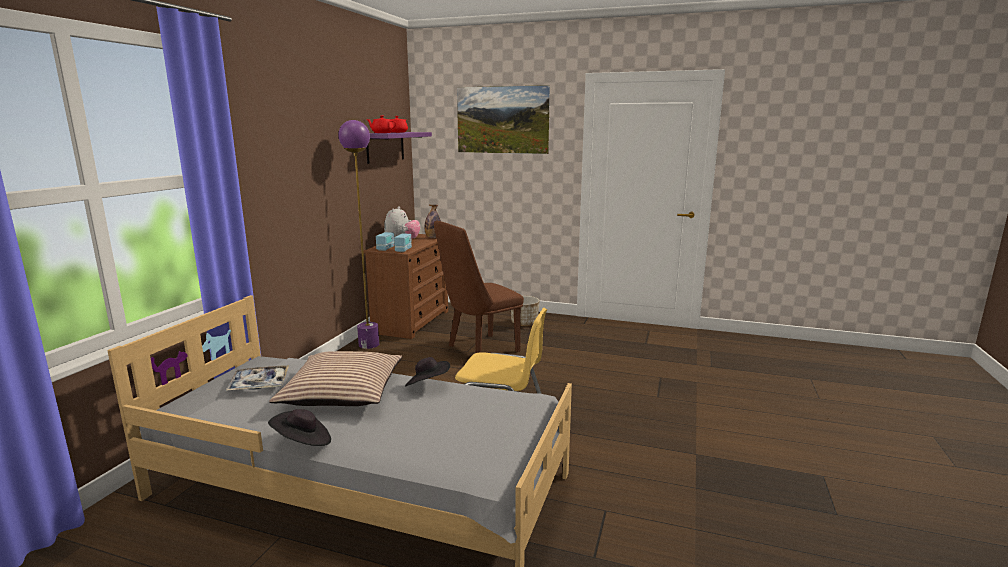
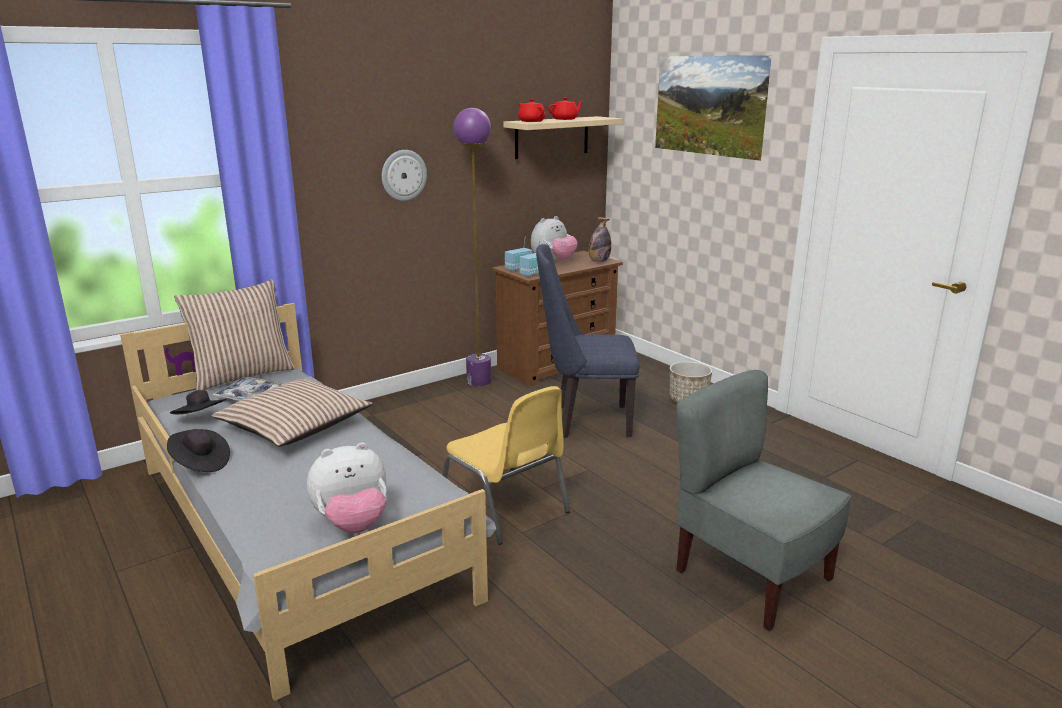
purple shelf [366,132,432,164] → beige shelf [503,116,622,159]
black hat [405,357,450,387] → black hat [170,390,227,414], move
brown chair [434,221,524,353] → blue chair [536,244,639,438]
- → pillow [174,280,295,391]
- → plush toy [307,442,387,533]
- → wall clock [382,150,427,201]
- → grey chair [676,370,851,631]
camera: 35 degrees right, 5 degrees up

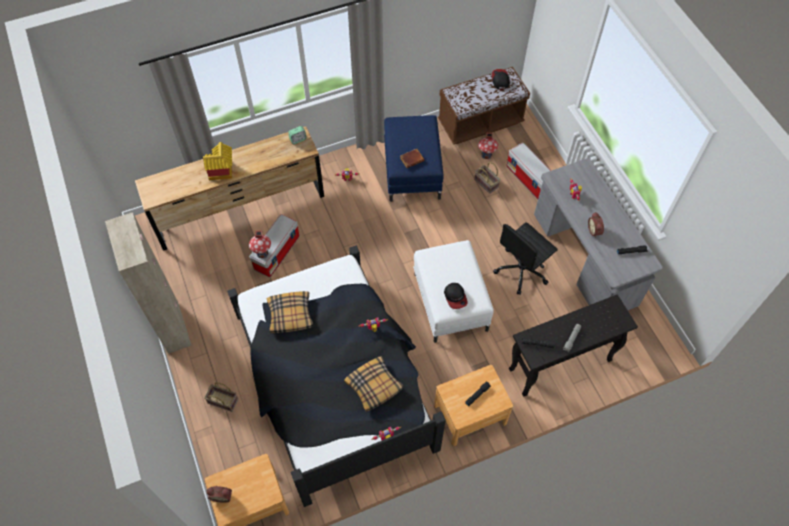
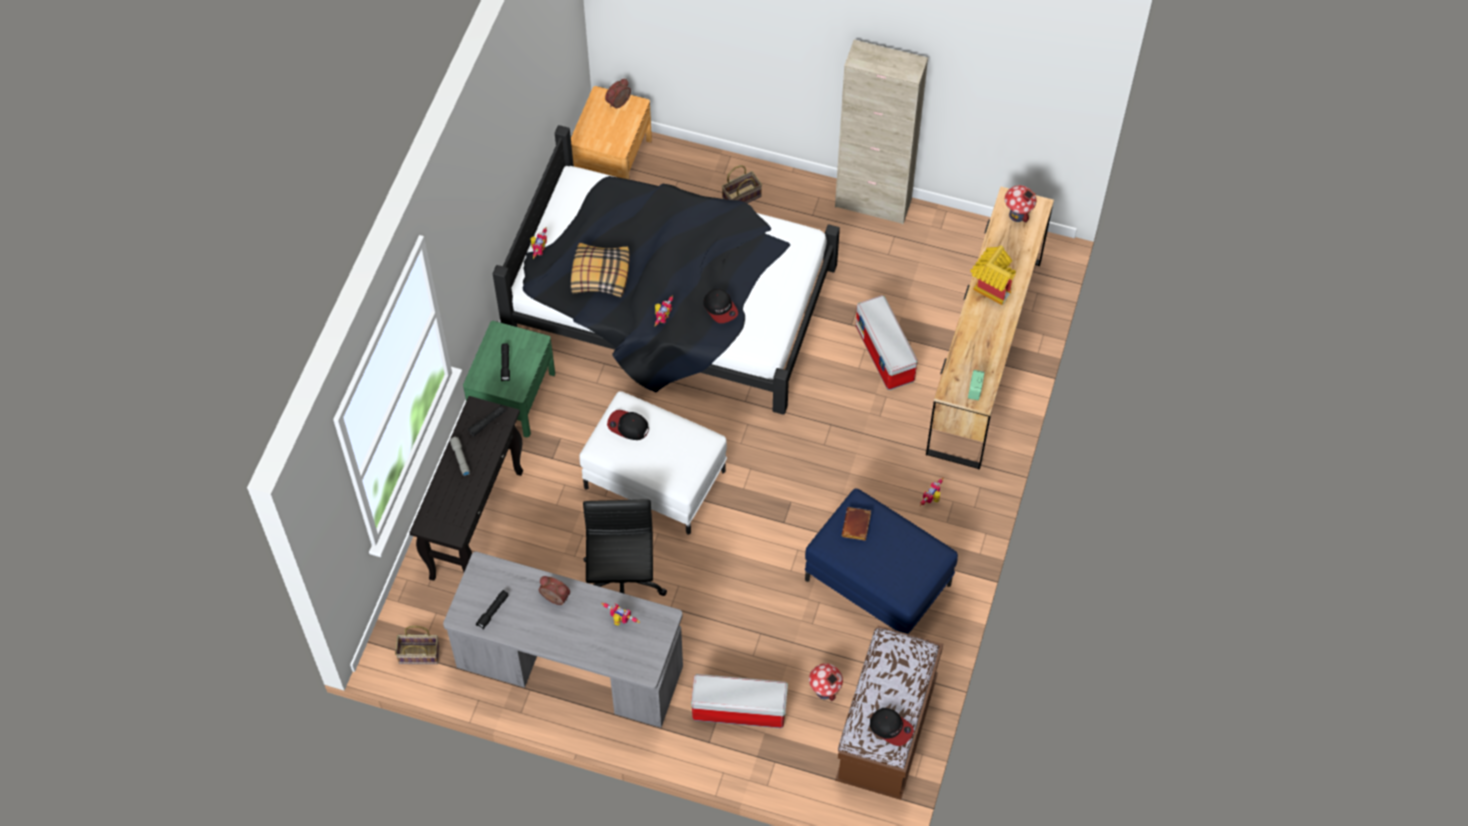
toy house [249,231,271,258] → toy house [1005,185,1036,223], move
pillow [266,291,314,333] → -
brown nightstand [434,365,513,446] → green nightstand [463,321,555,437]
basket [474,162,501,194] → basket [395,626,440,664], move
- → cap [703,289,738,323]
camera: 130 degrees right, 0 degrees up

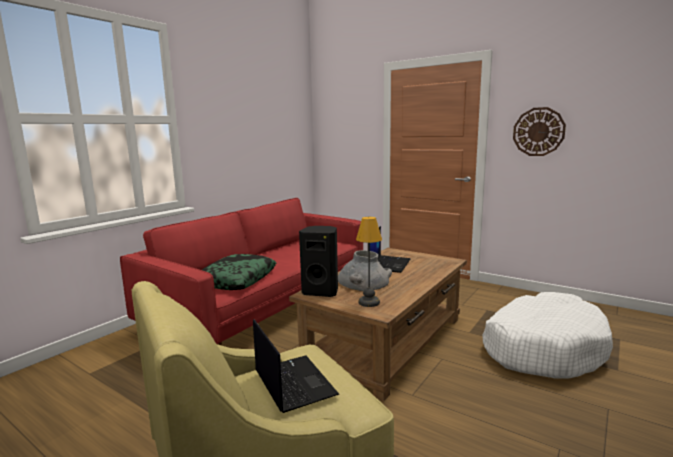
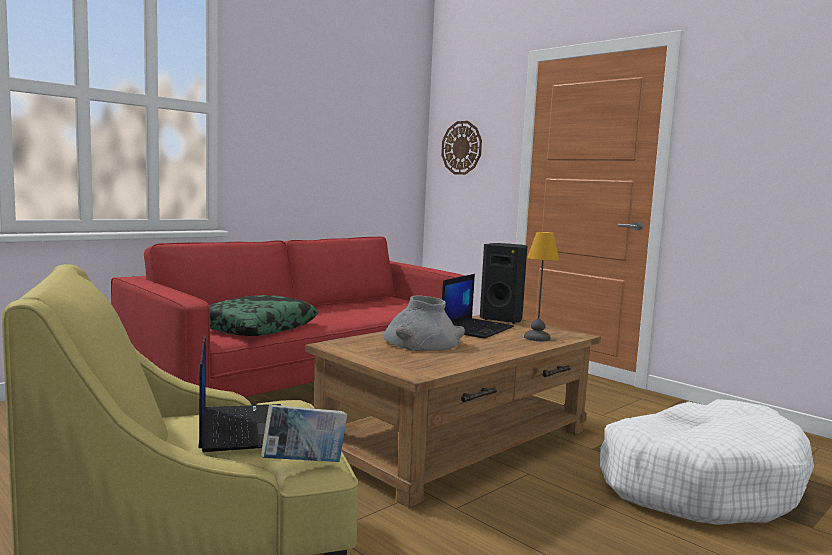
black speaker [299,226,338,297] → black speaker [480,243,527,324], move
table lamp [356,217,382,307] → table lamp [524,232,559,341], move
wall clock [513,107,566,156] → wall clock [441,121,482,175], move
- → book [261,405,347,462]
camera: 10 degrees right, 5 degrees down

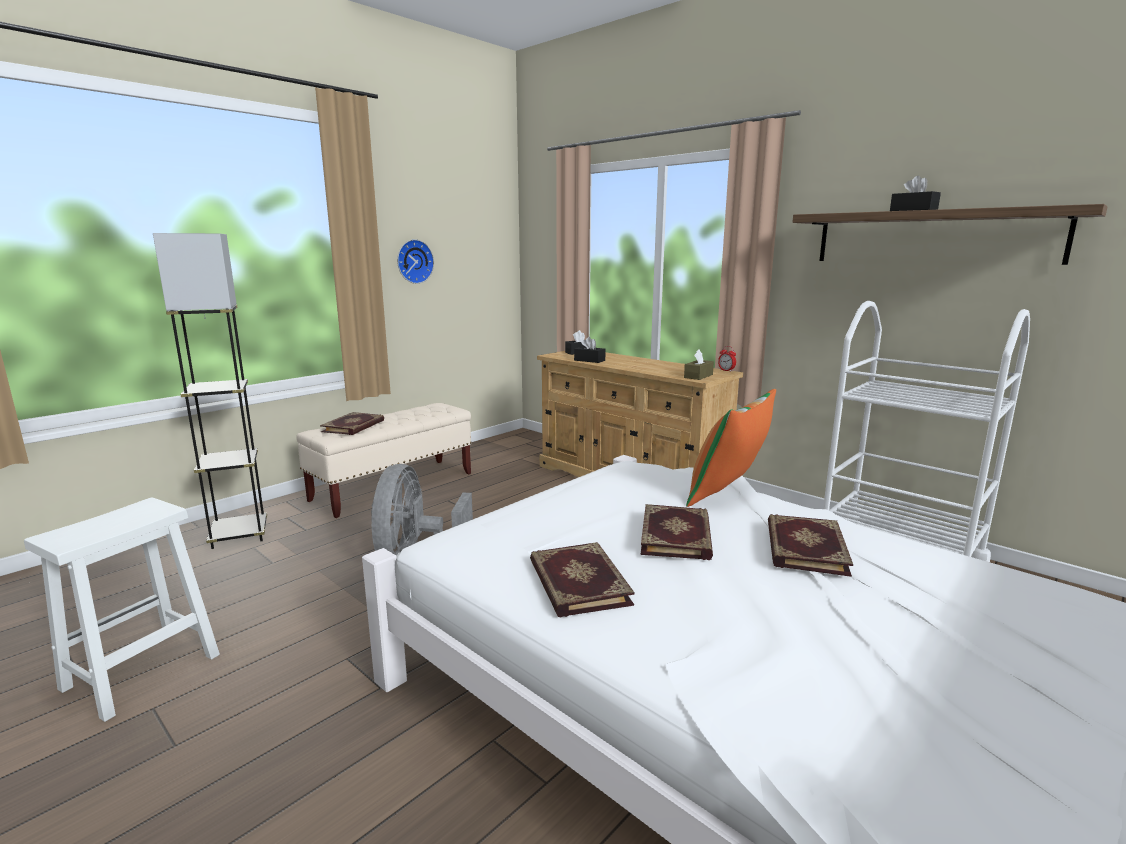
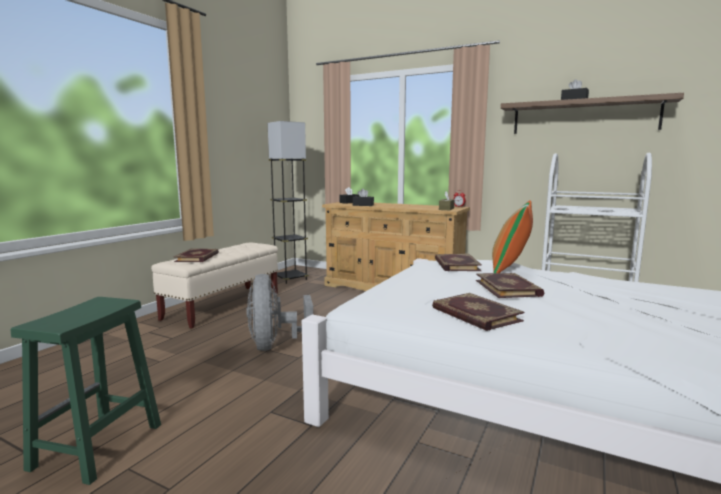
white stool [24,498,220,722] → green stool [10,297,161,485]
grey floor lamp [153,233,267,549] → grey floor lamp [268,121,309,284], move
wall clock [397,239,434,284] → -
book [768,514,853,577] → book [435,254,482,271], move
camera: 15 degrees left, 5 degrees down

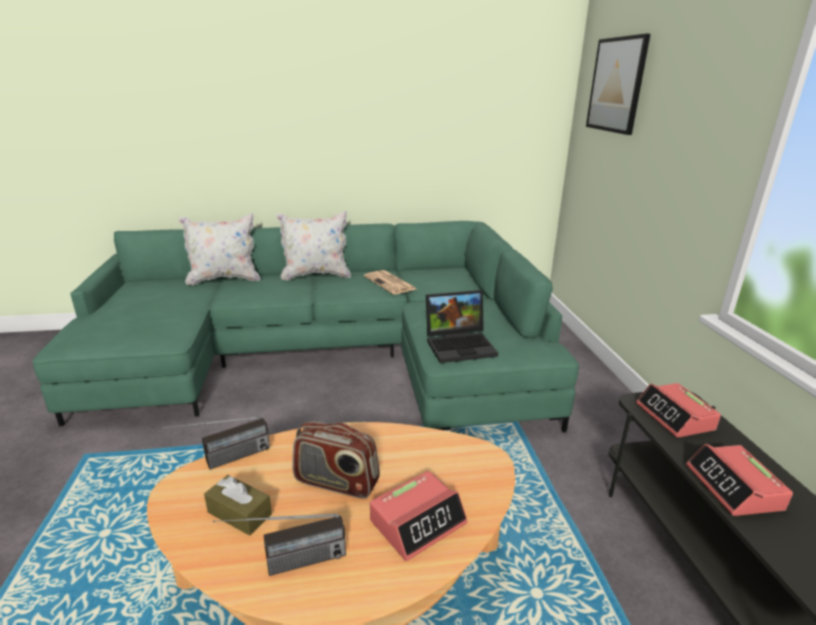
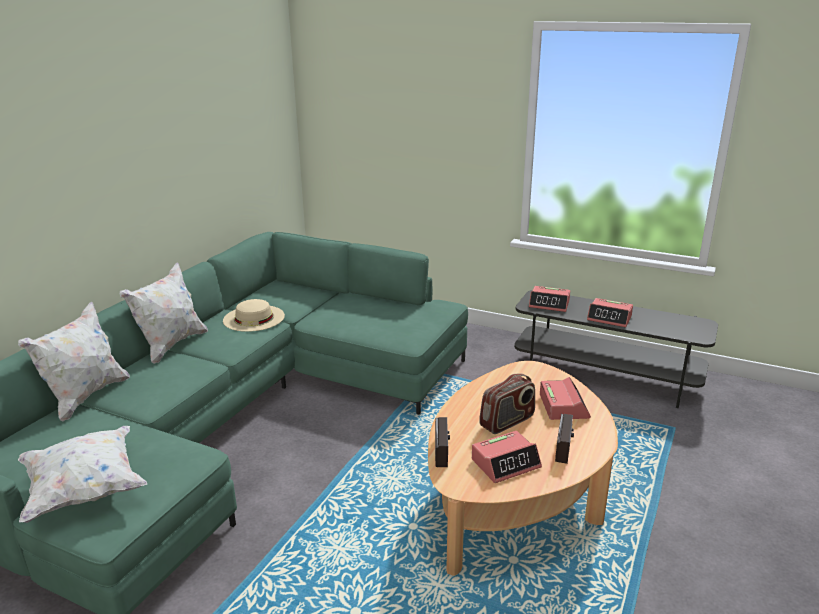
brown tissue box [204,475,272,536] → alarm clock [472,431,542,483]
newspaper [364,270,417,294] → beige hat [223,299,285,332]
laptop [426,290,498,363] → -
picture [586,34,650,135] → -
- → white pillow [18,426,147,523]
camera: 55 degrees left, 0 degrees up

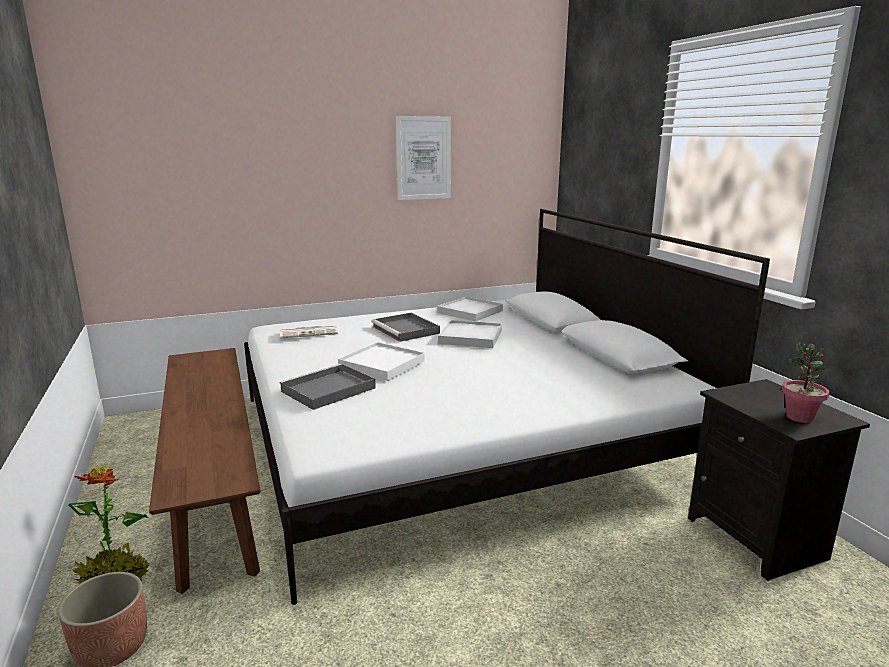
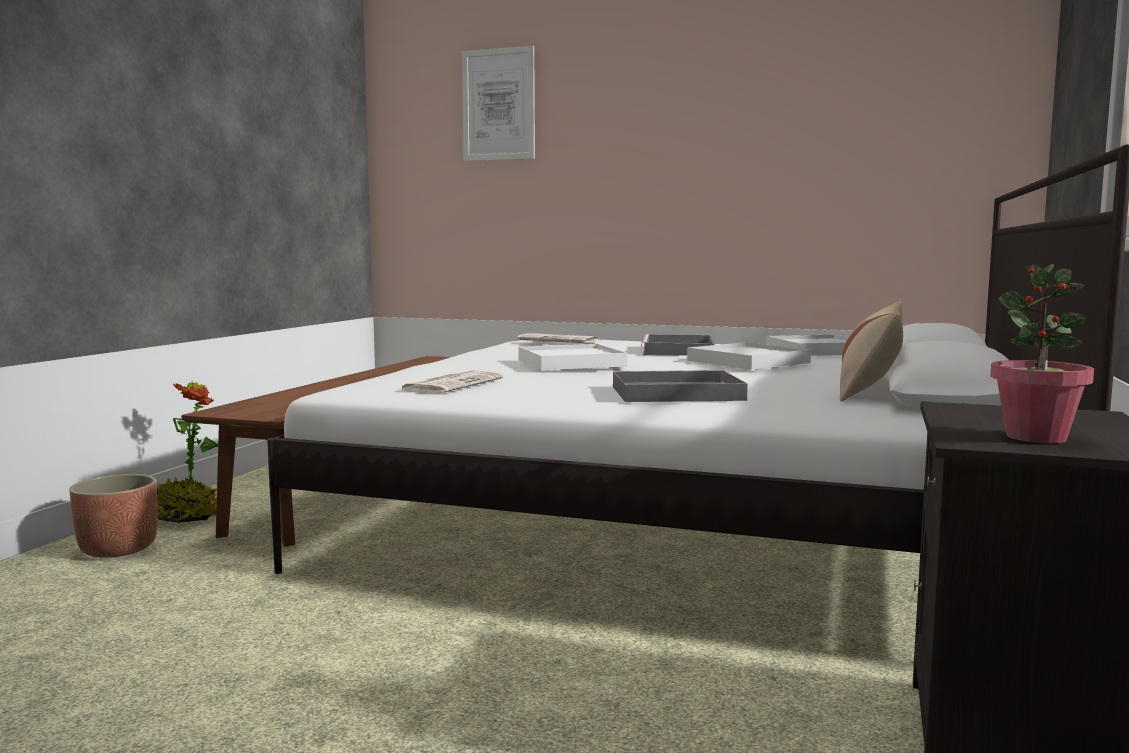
grey tray [279,364,376,410] → grey tray [613,370,748,402], move
picture [396,116,451,200] → picture [462,46,535,161], move
- → newspaper [400,370,504,393]
- → beige pillow [840,301,903,401]
camera: 40 degrees right, 10 degrees down

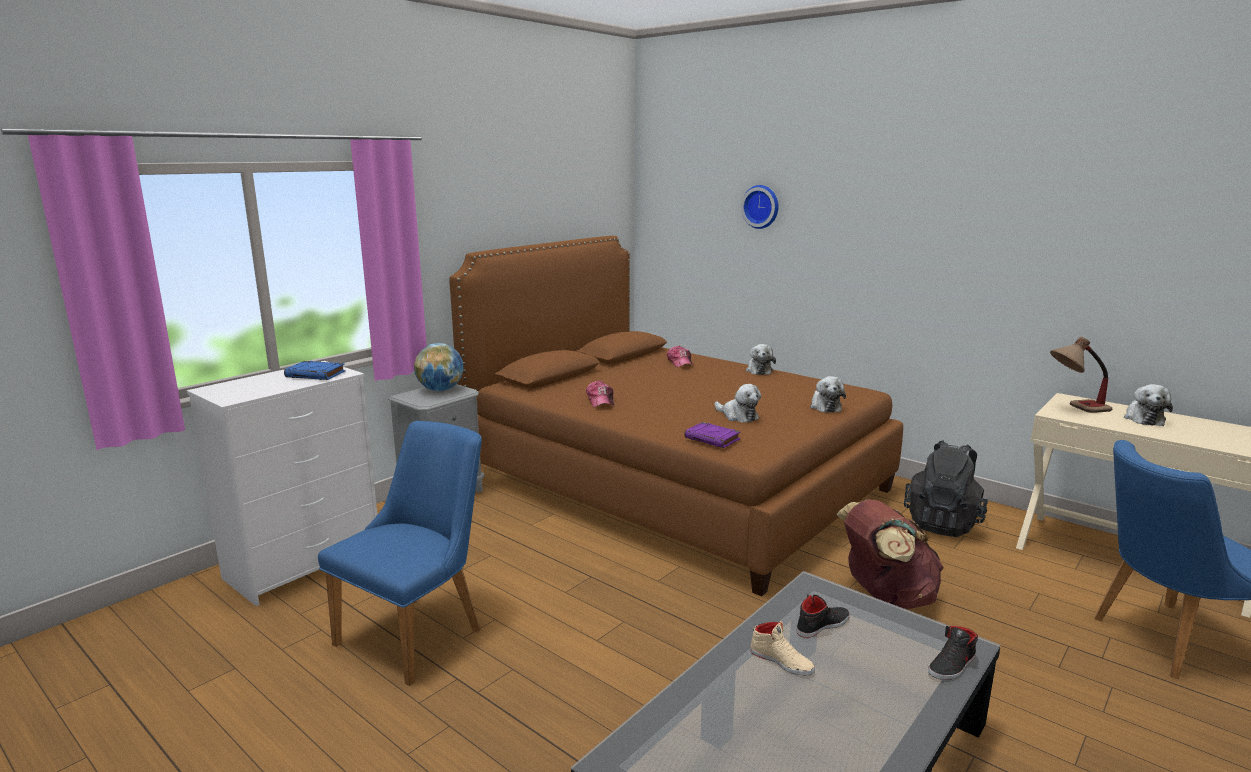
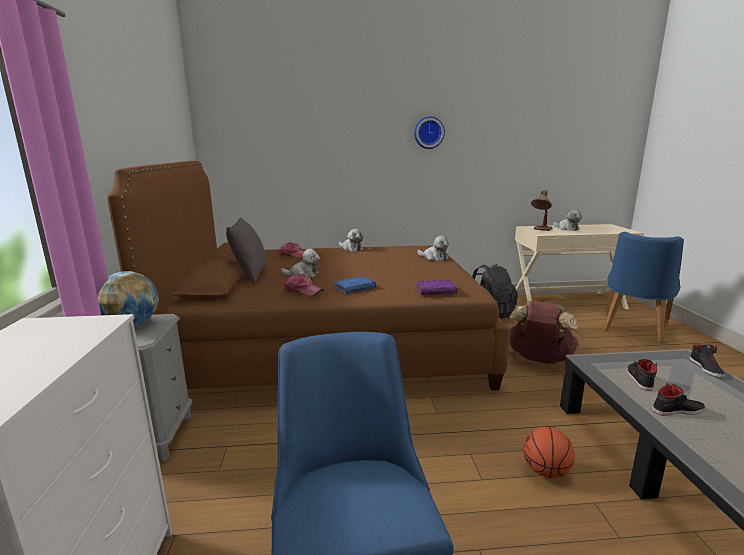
blue book [284,361,346,380] → blue book [334,276,376,294], move
plush toy [714,384,761,423] → plush toy [281,249,320,277], move
wall clock [741,185,779,229] → wall clock [414,116,445,149], move
beige shoe [750,621,815,676] → black shoe [652,383,705,416]
- → grey pillow [226,218,267,284]
- → basketball [523,427,575,478]
camera: 45 degrees left, 0 degrees up

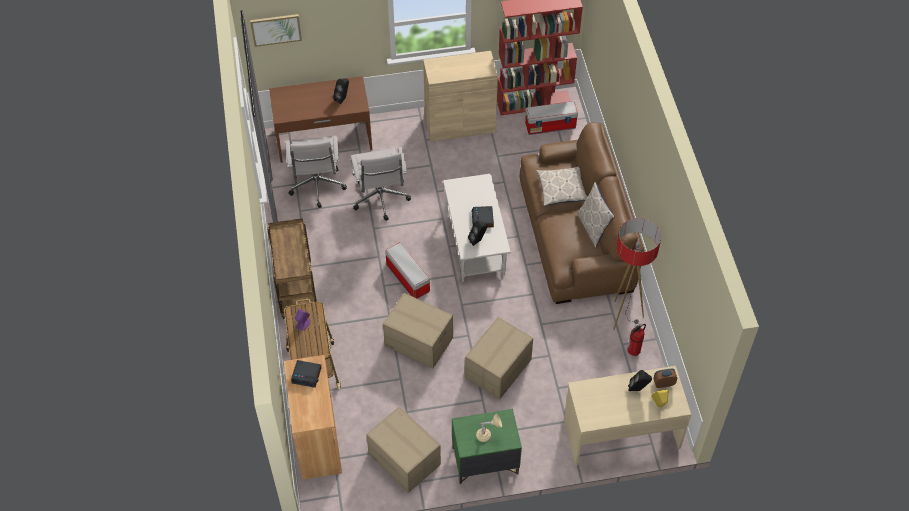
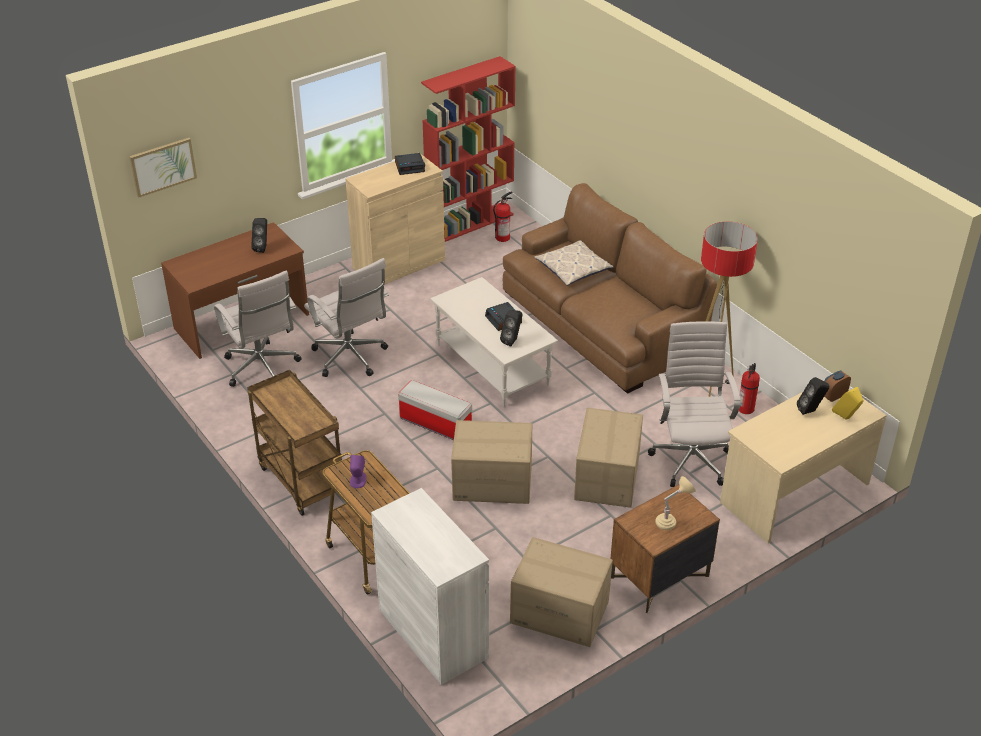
brown cabinet [284,355,342,480] → white cabinet [371,488,489,685]
alarm clock [291,360,322,388] → alarm clock [395,153,425,175], move
green nightstand [452,409,522,484] → brown nightstand [610,484,720,613]
storage box [525,101,578,135] → fire extinguisher [493,192,513,242]
pillow [577,182,615,248] → -
- → white office chair [648,321,741,487]
camera: 25 degrees left, 15 degrees down

